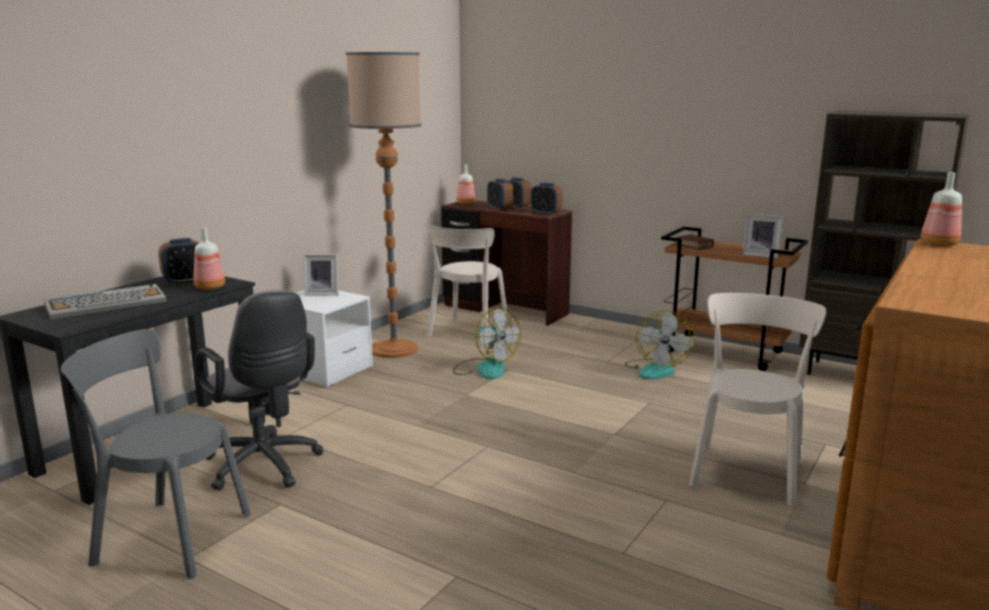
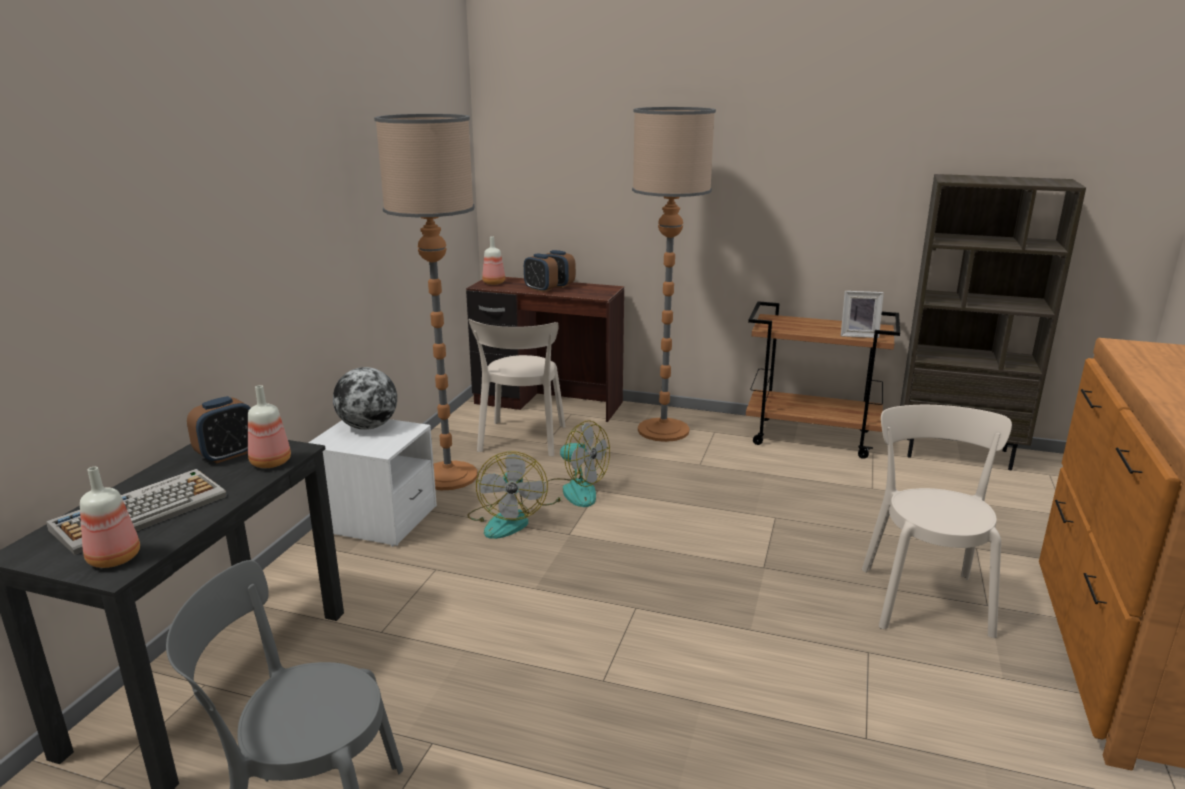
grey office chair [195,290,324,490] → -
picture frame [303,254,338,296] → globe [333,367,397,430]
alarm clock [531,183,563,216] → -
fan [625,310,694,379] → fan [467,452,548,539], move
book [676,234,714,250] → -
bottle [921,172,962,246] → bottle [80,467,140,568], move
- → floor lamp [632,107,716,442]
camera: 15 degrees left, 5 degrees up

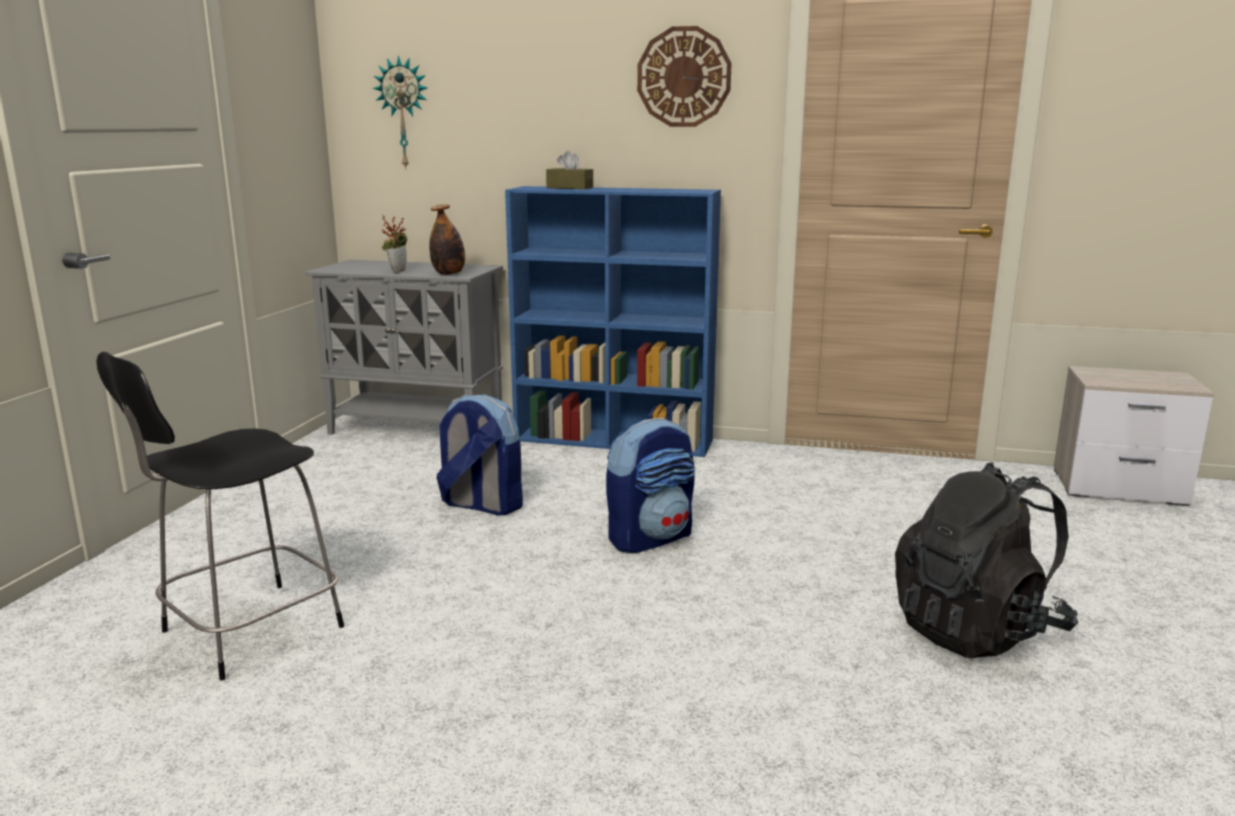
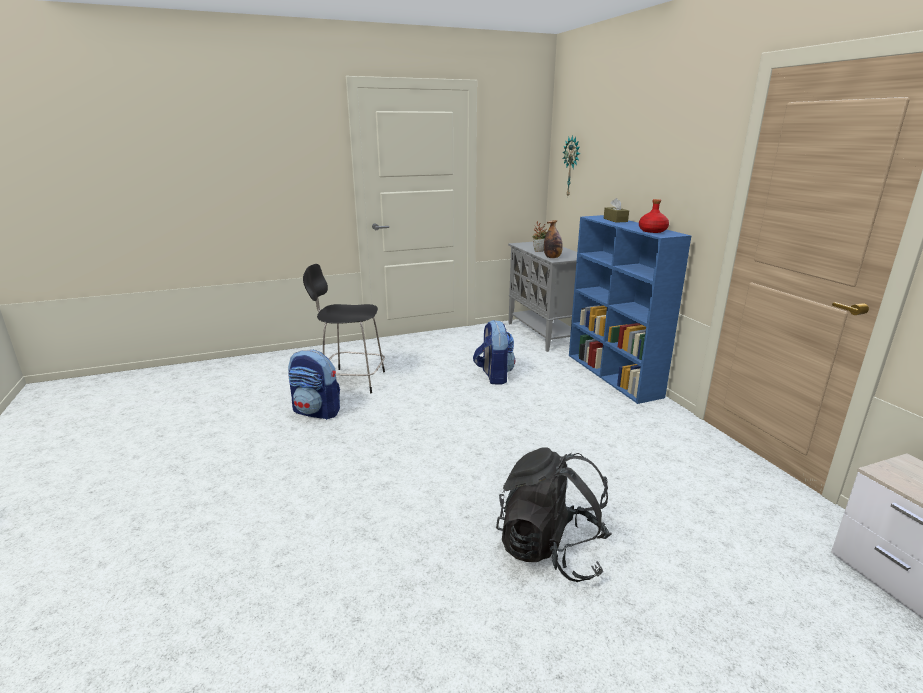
backpack [606,417,695,553] → backpack [288,350,340,420], move
wall clock [637,26,732,127] → -
- → red bottle [639,199,669,233]
camera: 55 degrees right, 5 degrees up

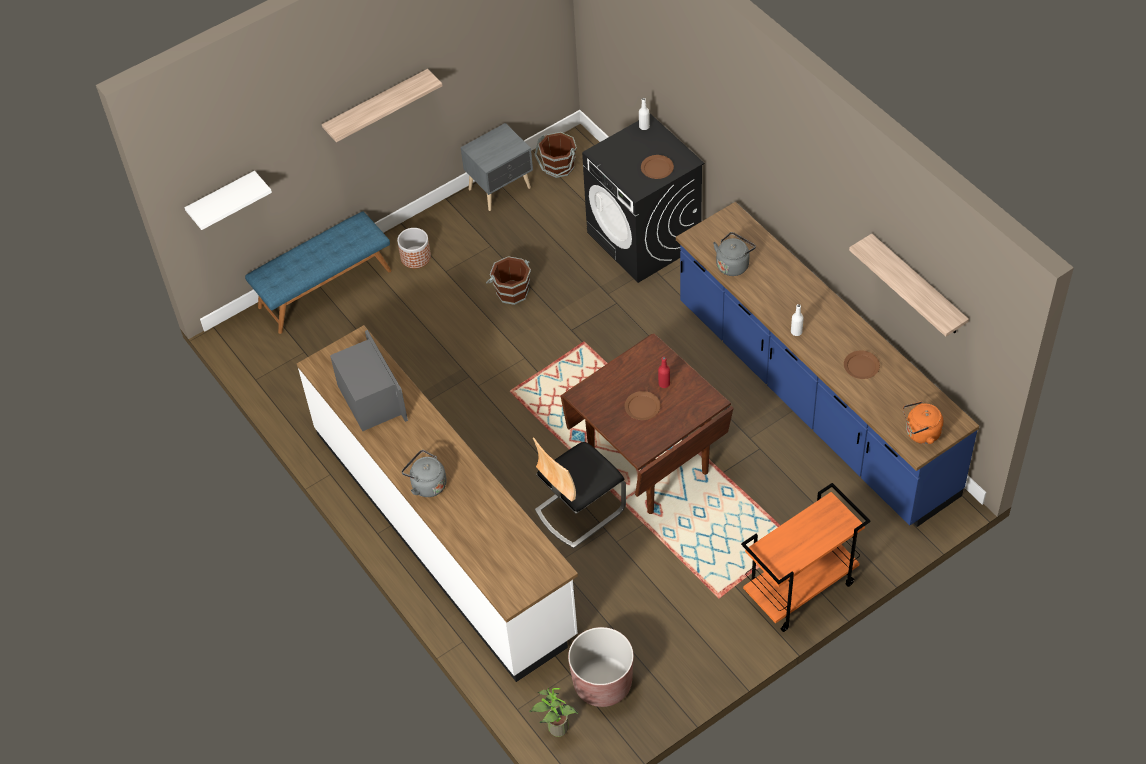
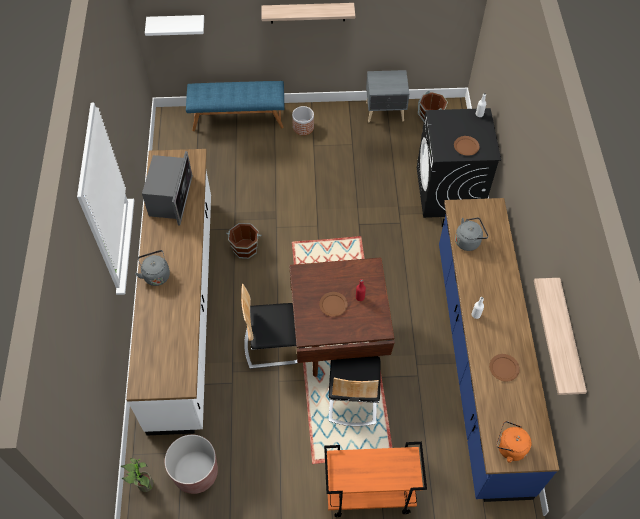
brown bucket [486,256,531,305] → brown bucket [226,223,262,259], move
- → chair [329,356,381,426]
camera: 30 degrees right, 5 degrees up

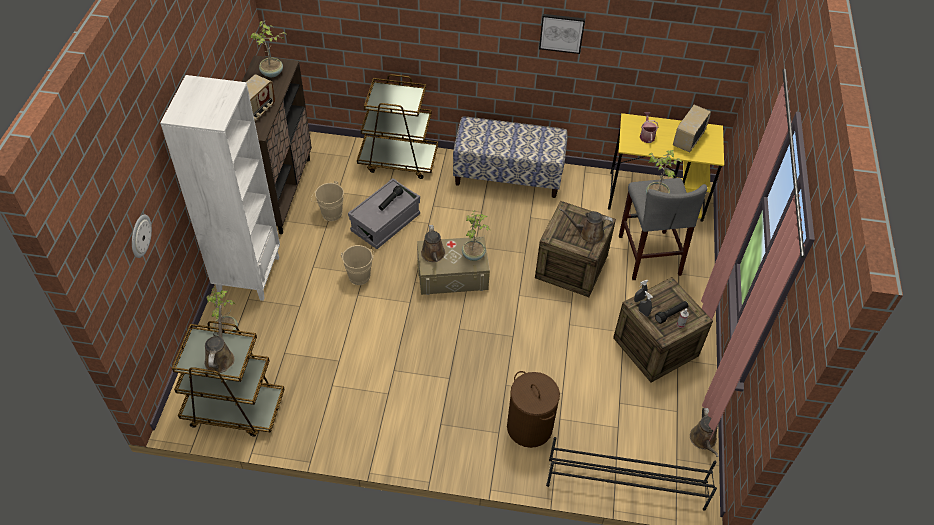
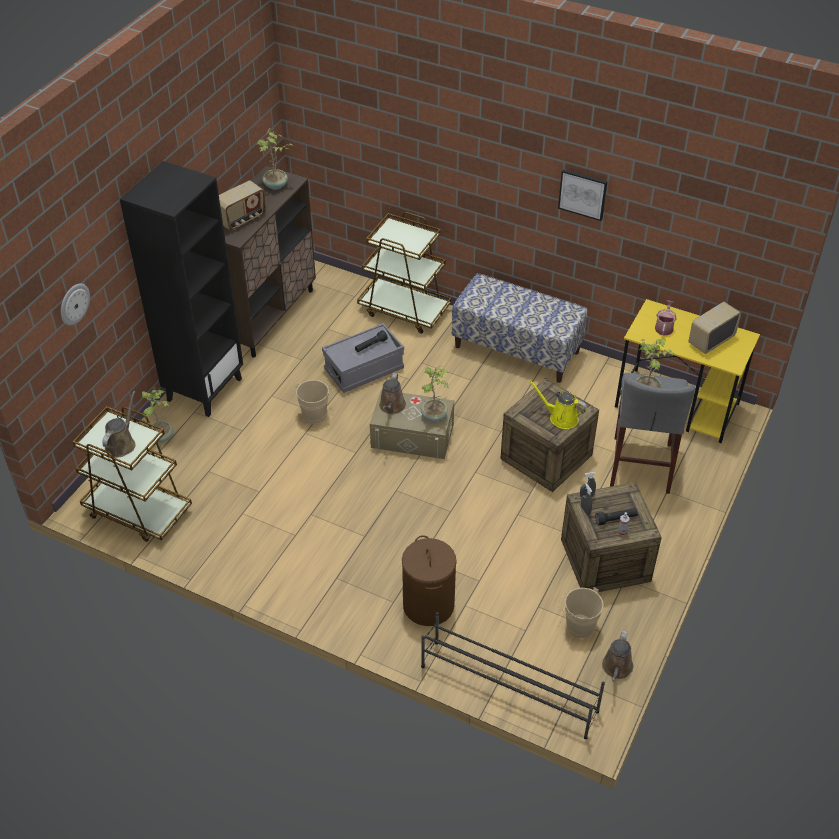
white bookcase [160,75,280,301] → black bookcase [120,161,243,417]
beige bucket [311,181,344,221] → beige bucket [557,587,604,638], move
brown watering can [560,208,613,244] → yellow watering can [529,381,587,429]
camera: 20 degrees right, 5 degrees down

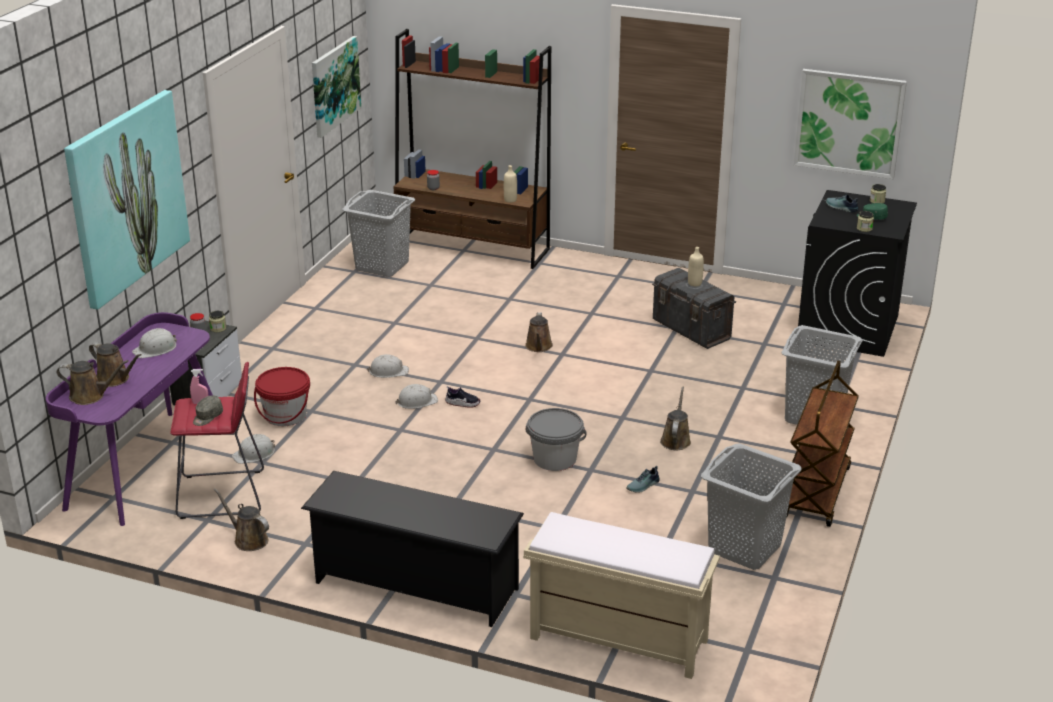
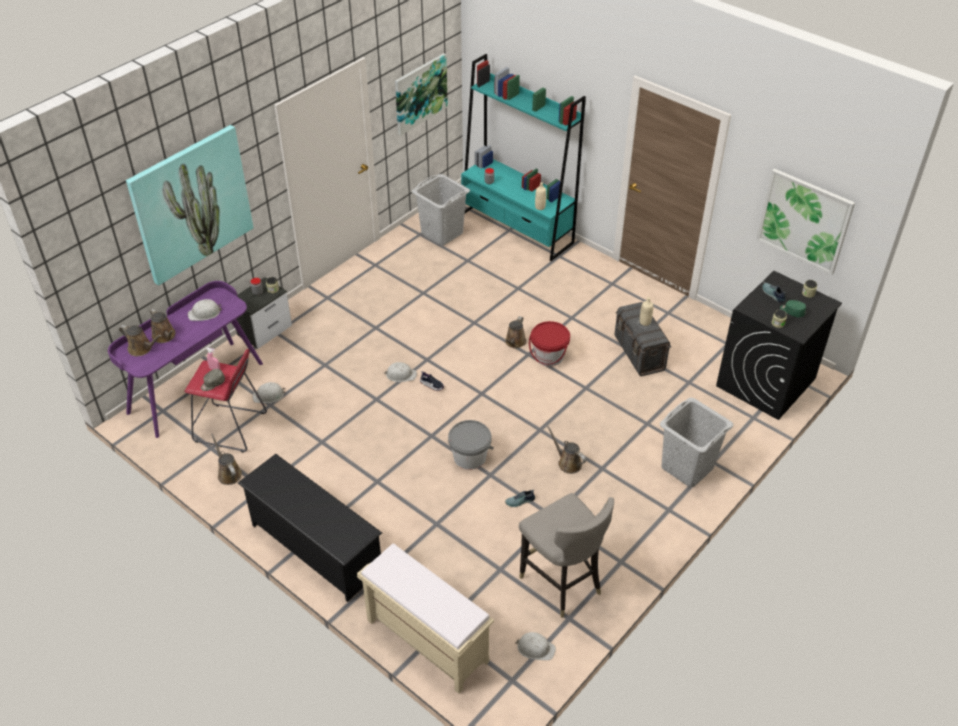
red bucket [254,367,310,426] → red bucket [529,321,570,366], move
white hard hat [367,354,409,378] → white hard hat [515,632,556,660], move
brown bookcase [393,29,551,269] → turquoise bookcase [461,54,586,261]
brown watering can [660,387,691,450] → brown watering can [547,426,586,474], 75 degrees counterclockwise
grey laundry basket [701,443,802,570] → grey stool [519,493,614,618]
brown cart [786,360,859,527] → -
camera: 20 degrees right, 15 degrees up

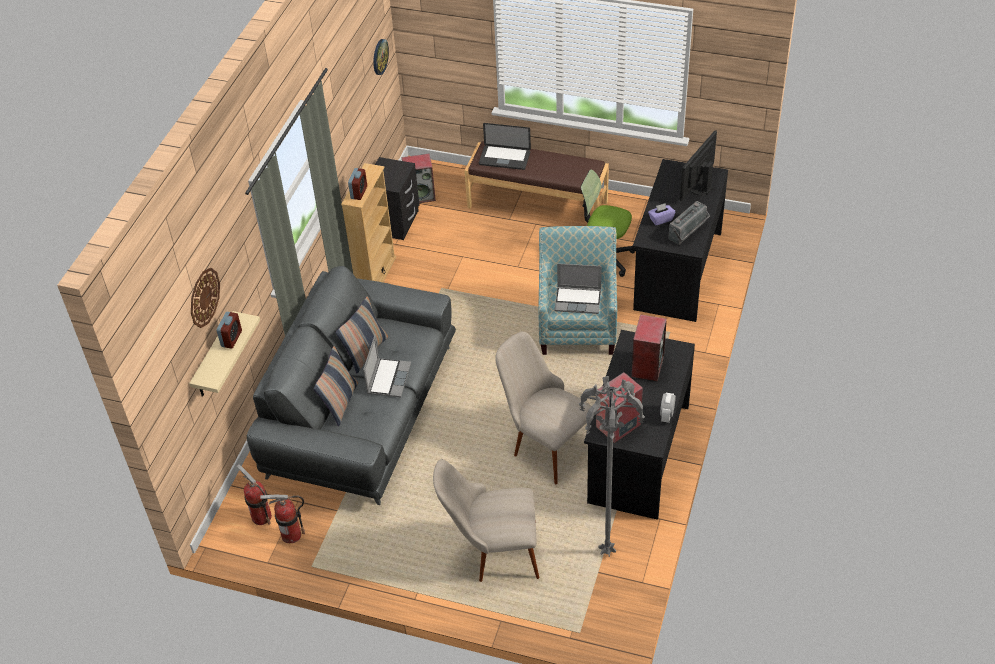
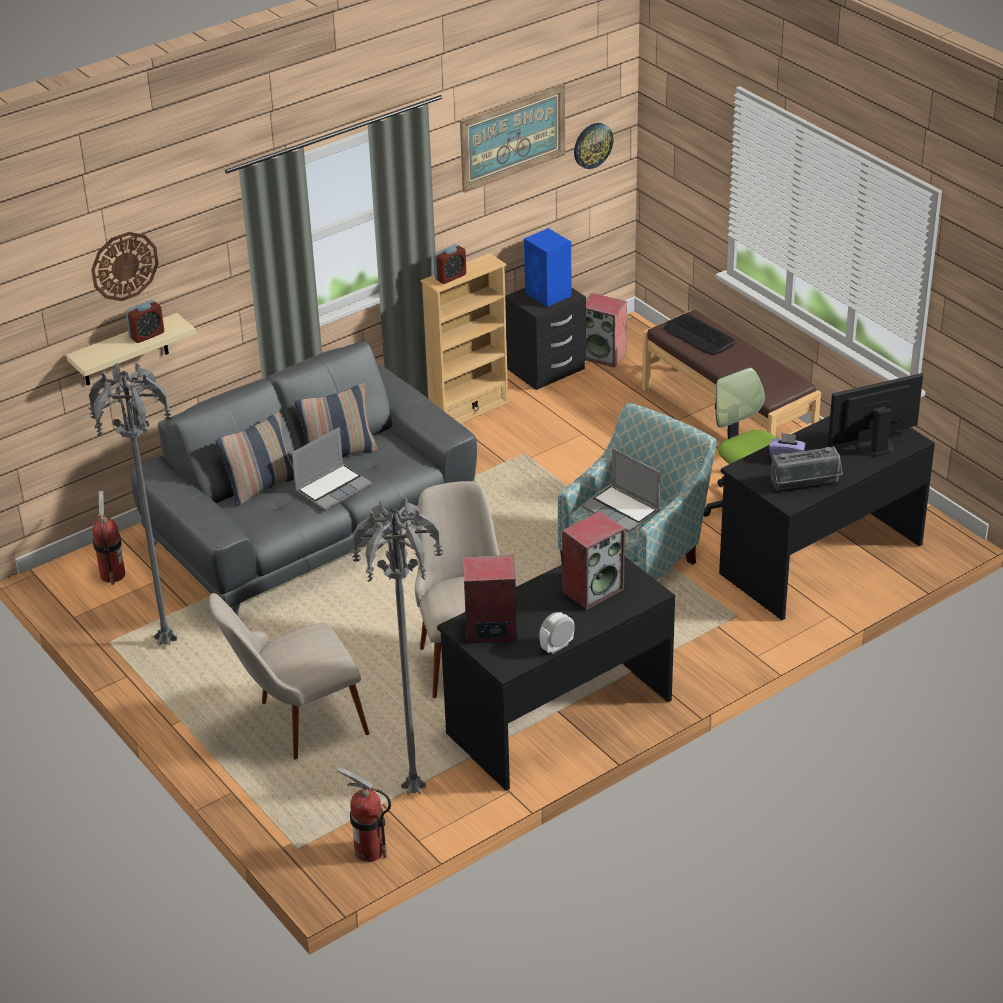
fire extinguisher [260,495,305,543] → fire extinguisher [337,767,391,862], move
beige chair [433,459,539,582] → beige chair [209,593,369,759], 60 degrees counterclockwise
laptop [479,123,531,170] → keyboard [664,314,735,355]
- → grey floor lamp [88,363,177,646]
- → picture [460,84,565,193]
- → blue speaker [524,228,572,307]
camera: 35 degrees right, 10 degrees down

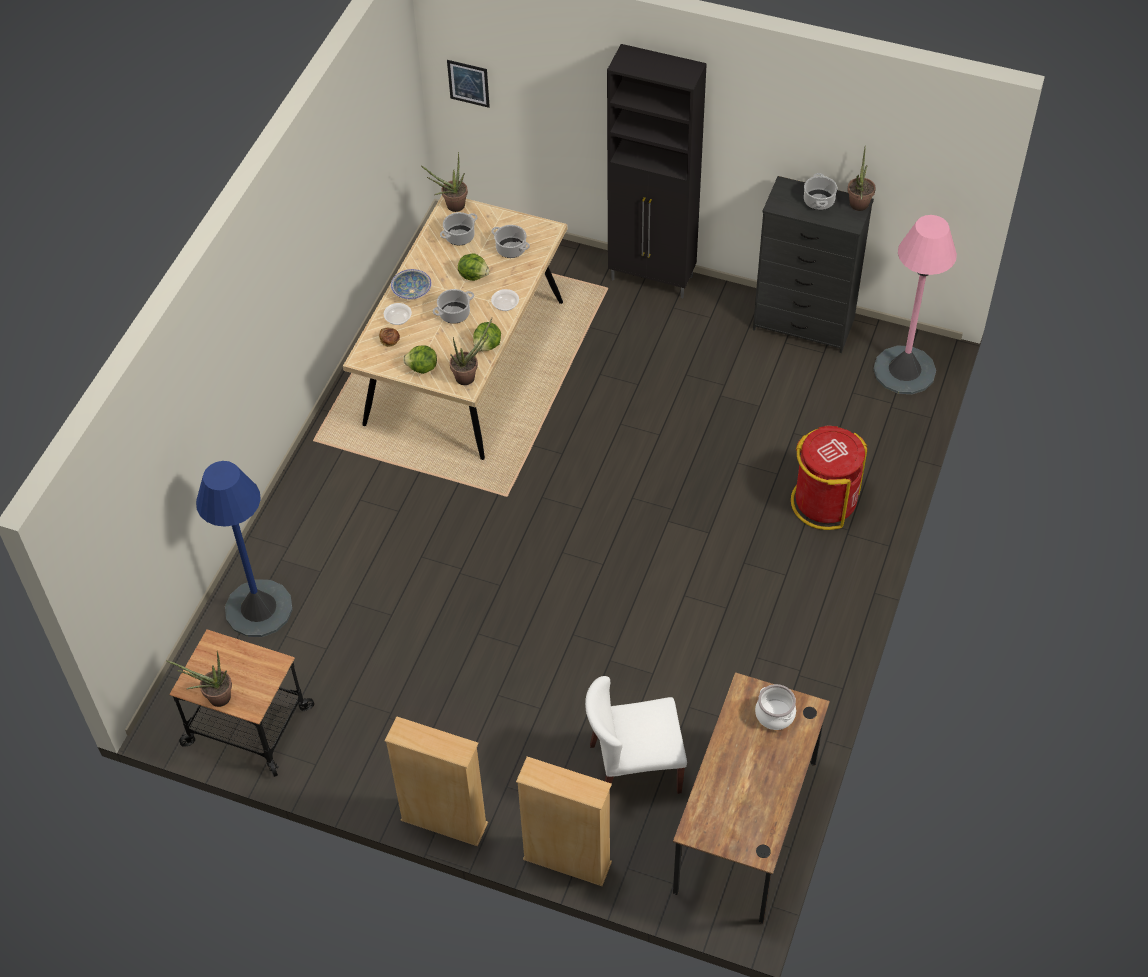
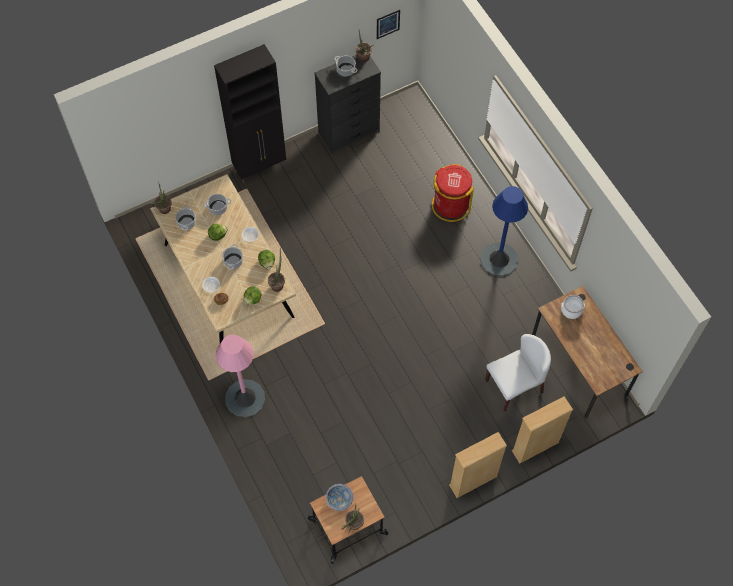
blue floor lamp [196,461,293,637] → blue floor lamp [480,186,528,276], move
bowl [391,269,432,300] → bowl [325,484,353,511], move
picture [447,60,490,108] → picture [376,9,400,39], move
white chair [585,676,687,794] → white chair [485,334,551,412], 150 degrees counterclockwise
pink floor lamp [874,215,957,394] → pink floor lamp [216,335,265,417], move
camera: 50 degrees left, 10 degrees up

